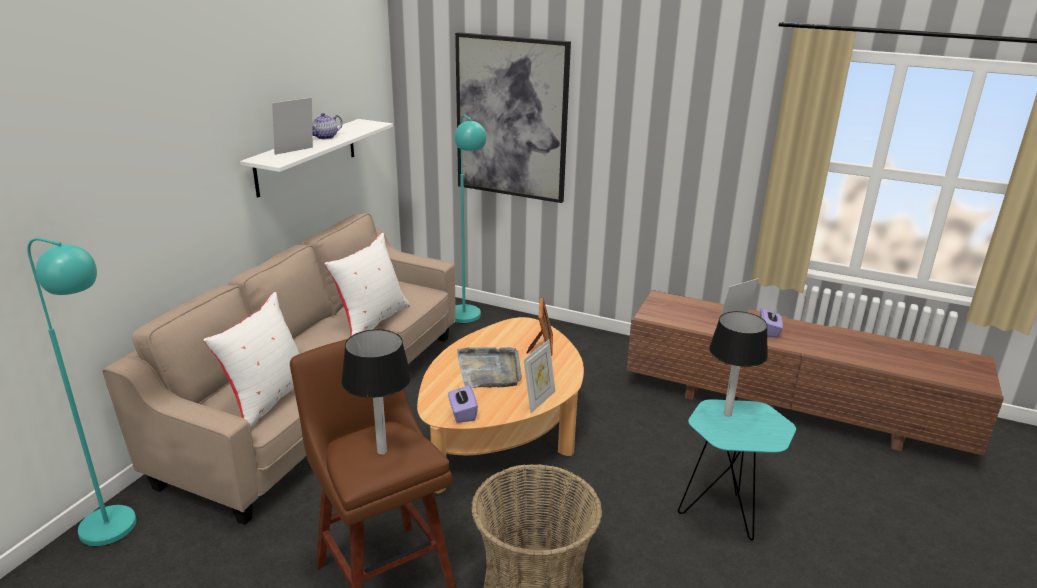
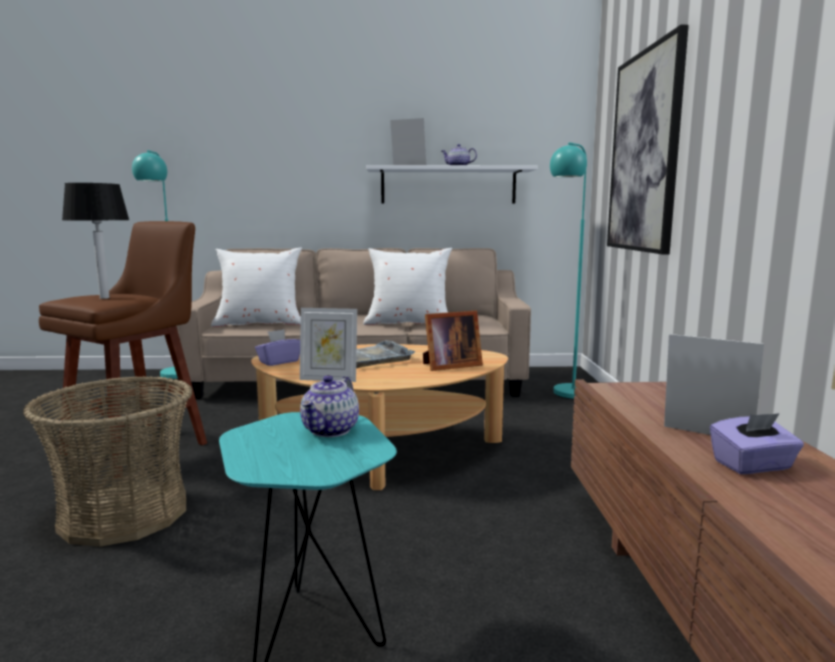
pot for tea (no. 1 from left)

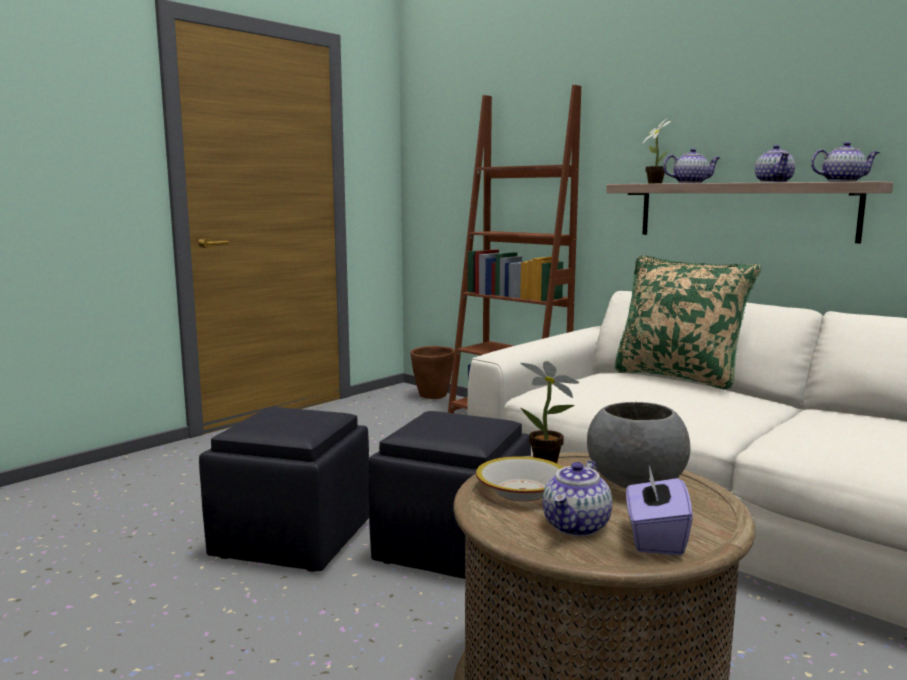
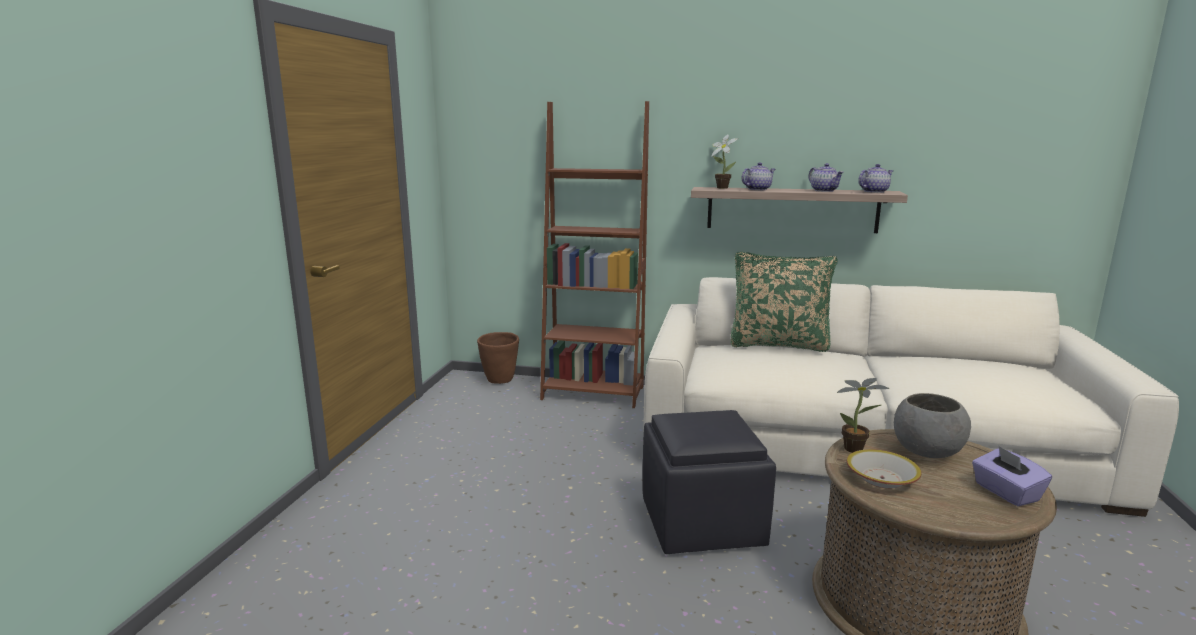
footrest/black-coloured (no. 1 from left in the first image); pot for tea (no. 1 from left in the first image)

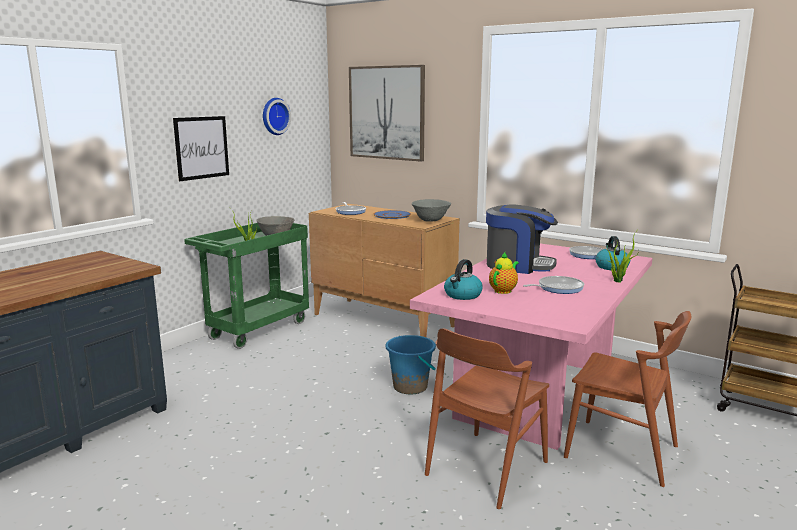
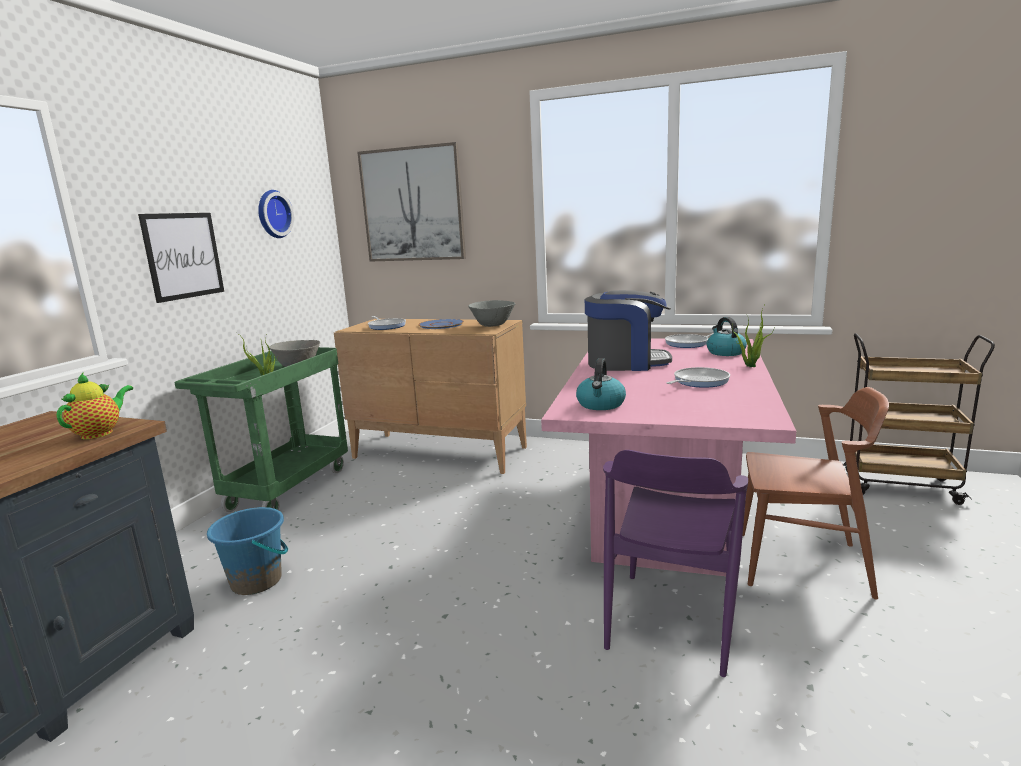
water bucket/blue-coloured; upright chair/purplish; pot for tea

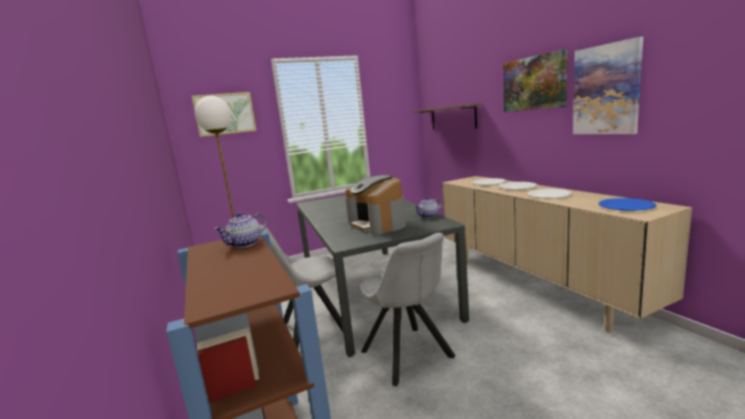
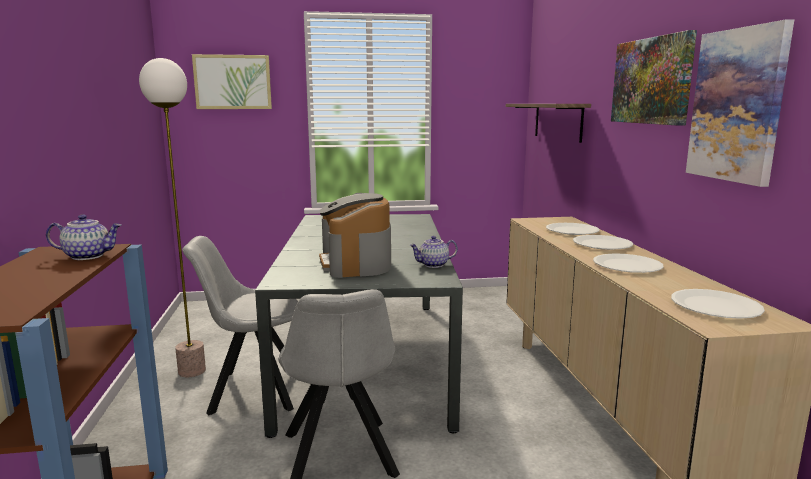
pot for tea (no. 1 from left); dinner plate/white (no. 4 from left)

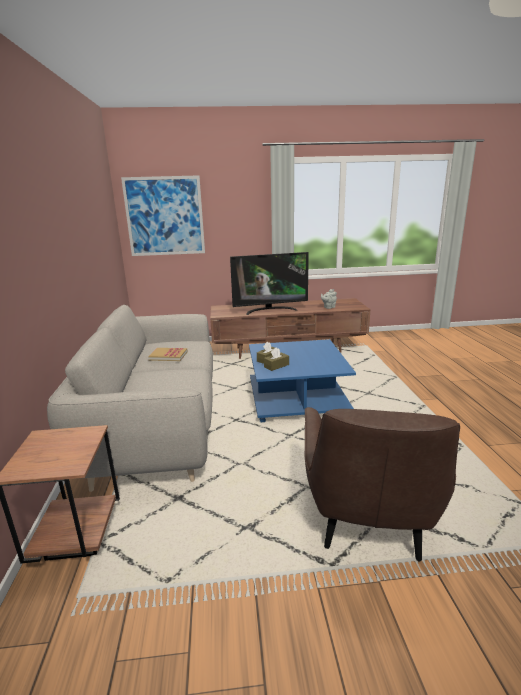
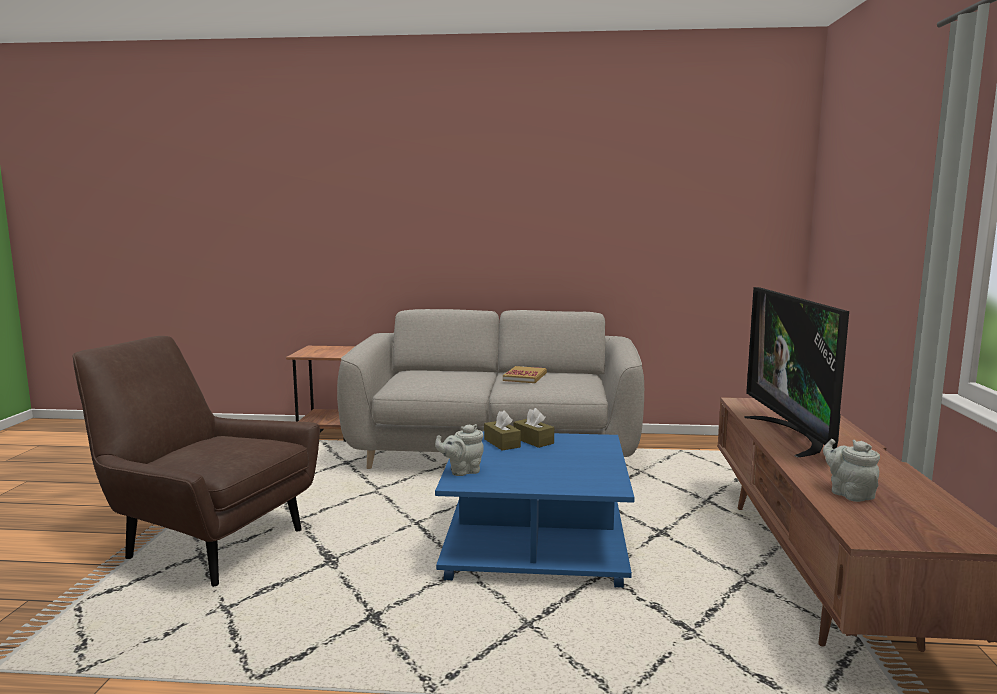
wall picture; pot for tea/gray (no. 1 from left)

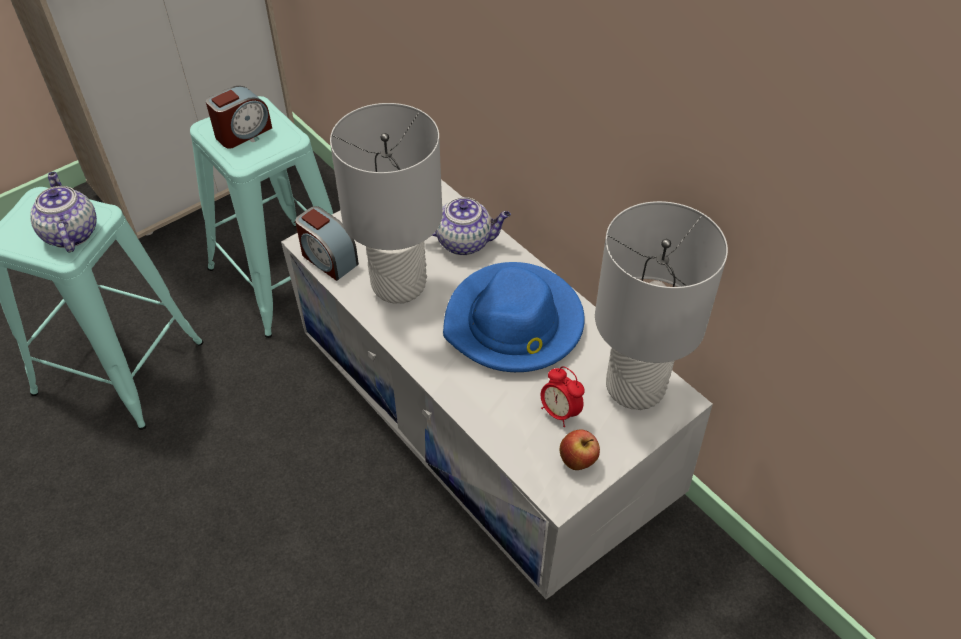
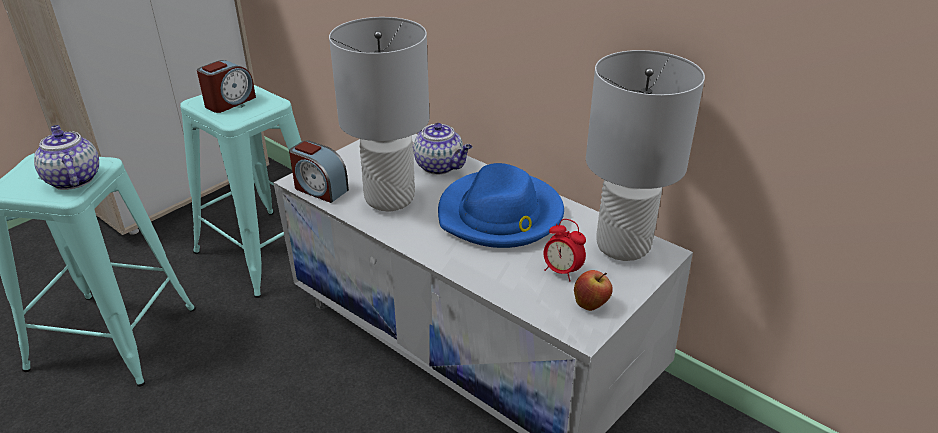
pot for tea (no. 2 from left)

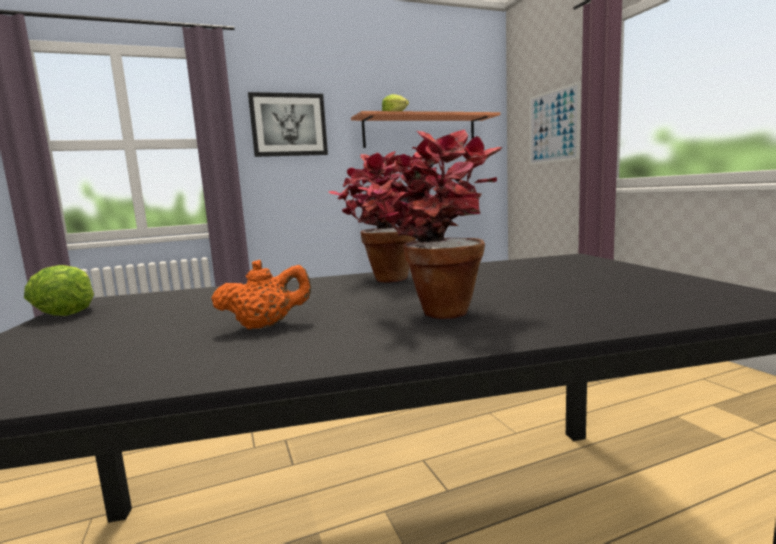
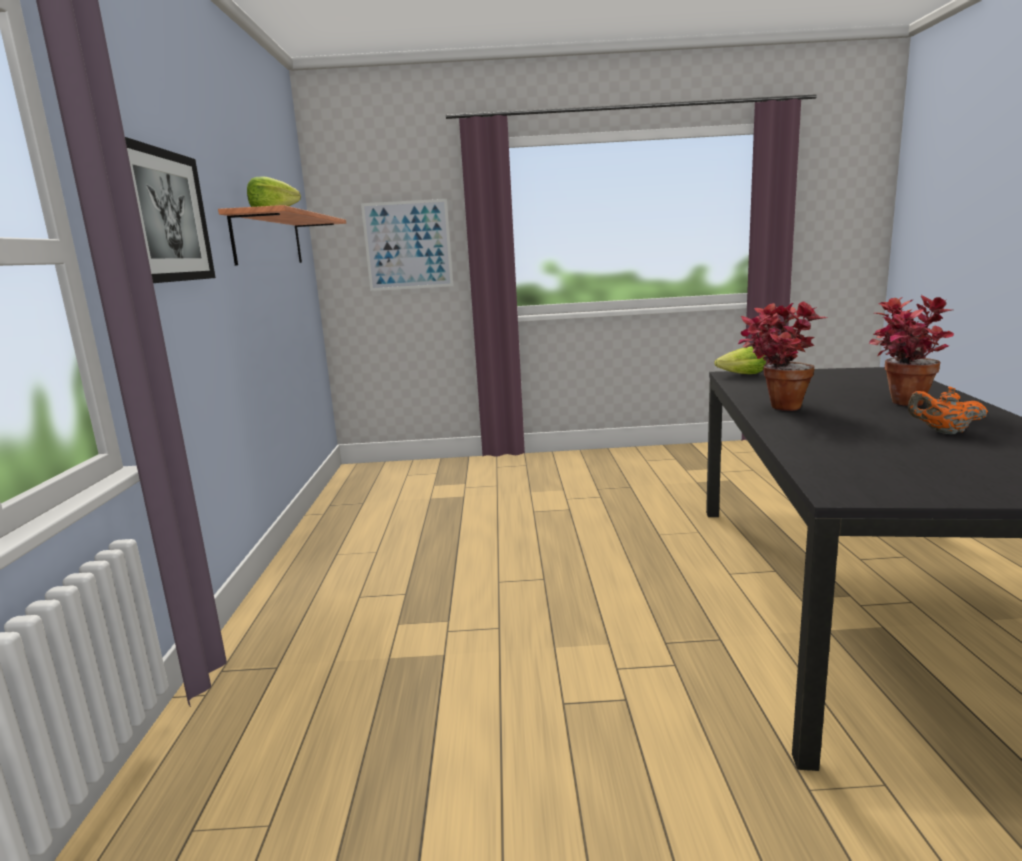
lettuce (no. 2 from left); pot for tea/orange-coloured

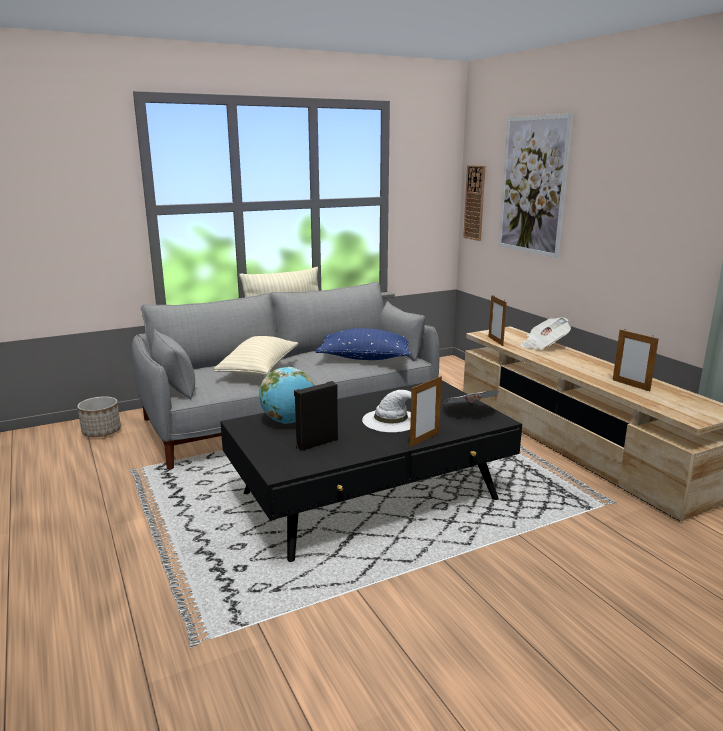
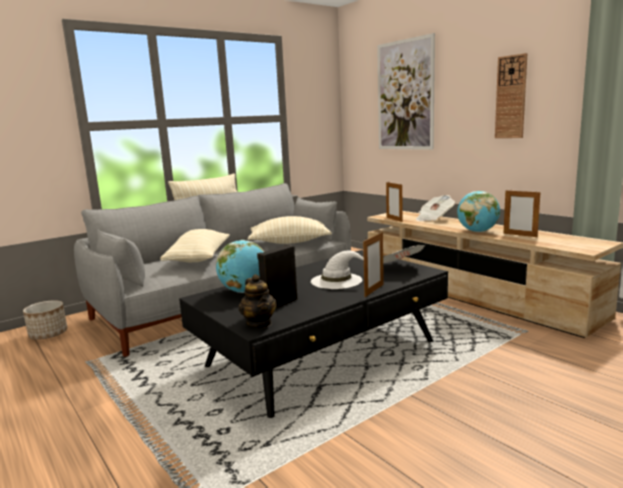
throw pillow/sand-coloured (no. 3 from left); hanging clock; pot for tea; globe (no. 2 from left)

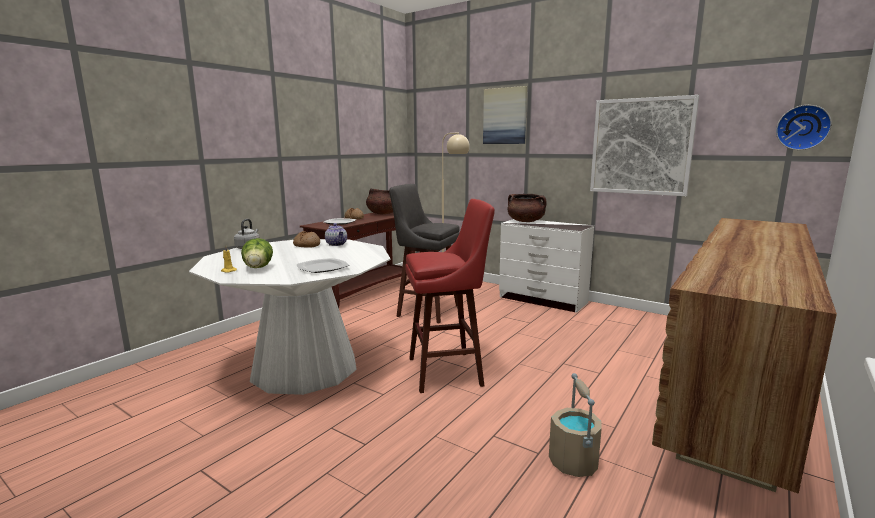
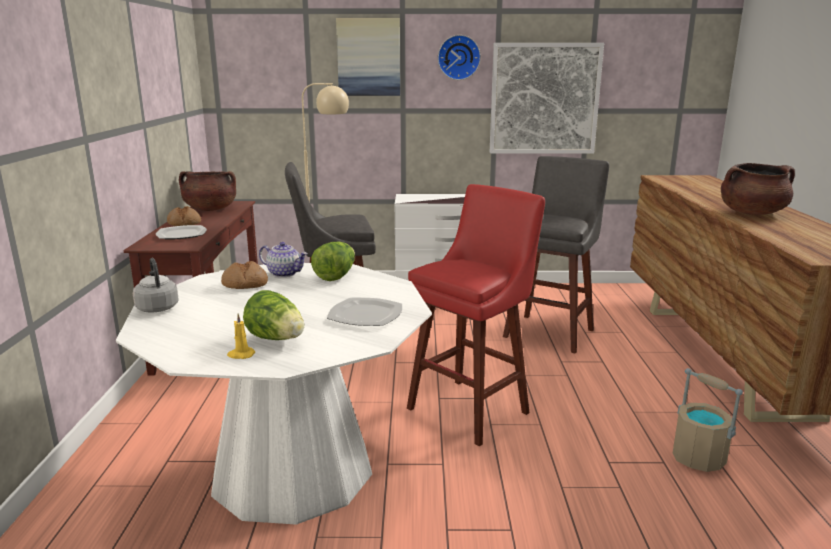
saucepot/brown (no. 2 from left); hanging clock; lettuce (no. 2 from left); sitting stool/gray (no. 2 from left)

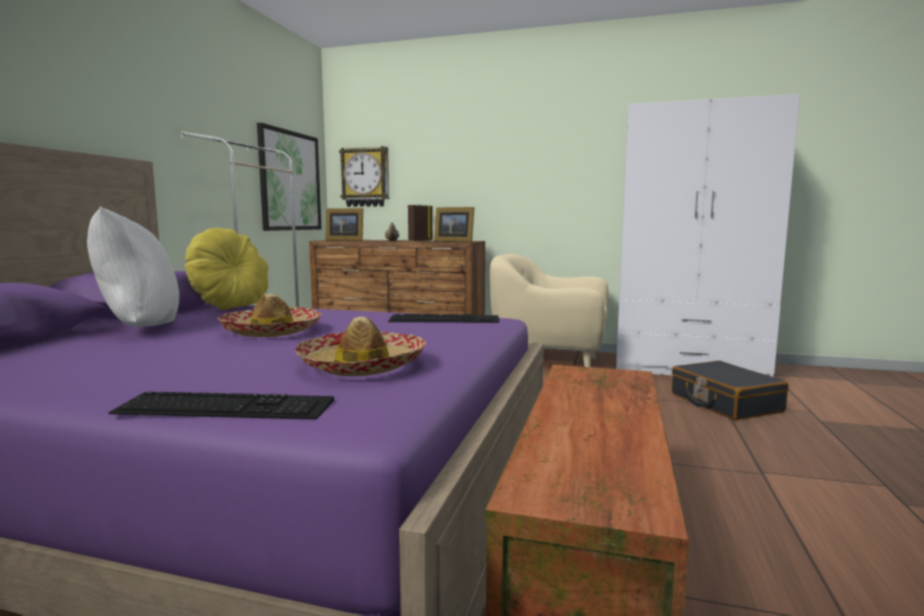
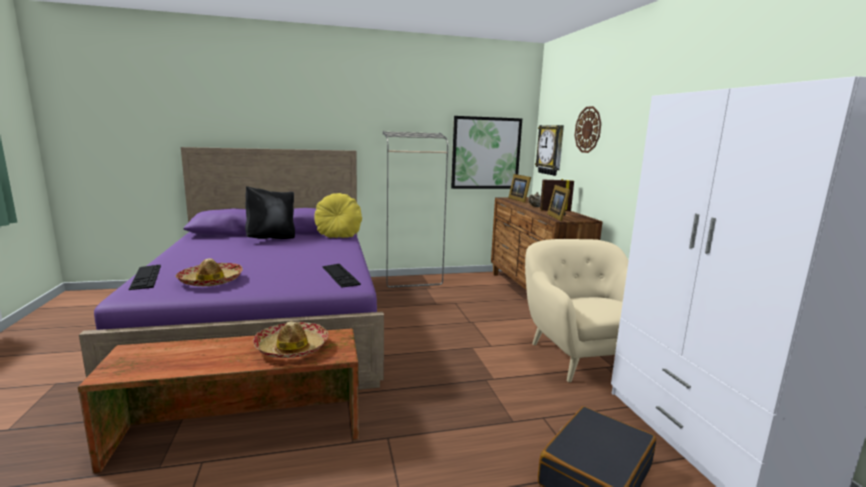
throw pillow/black-coloured; wearable hat (no. 2 from left); hanging clock (no. 2 from left)

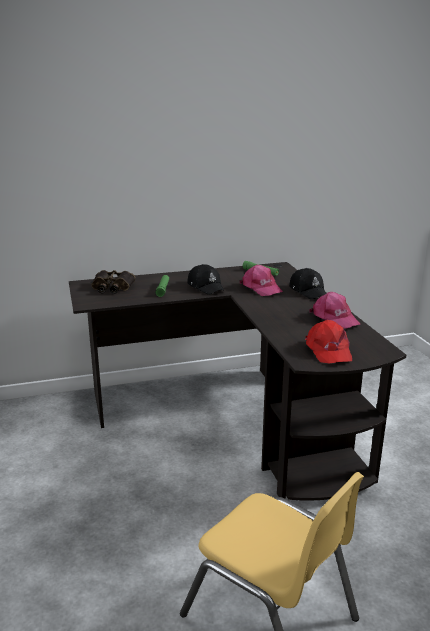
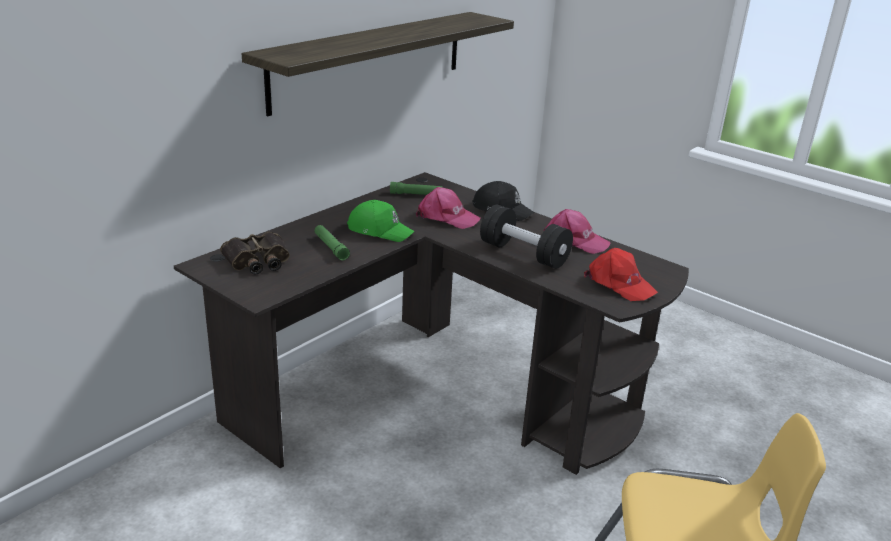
baseball cap/green-coloured; wall shelf; free weight/black-coloured

